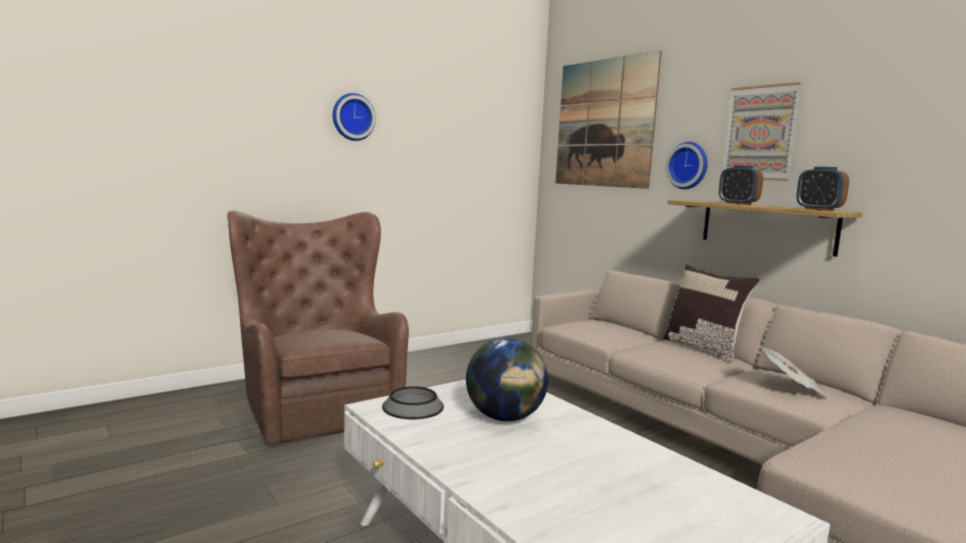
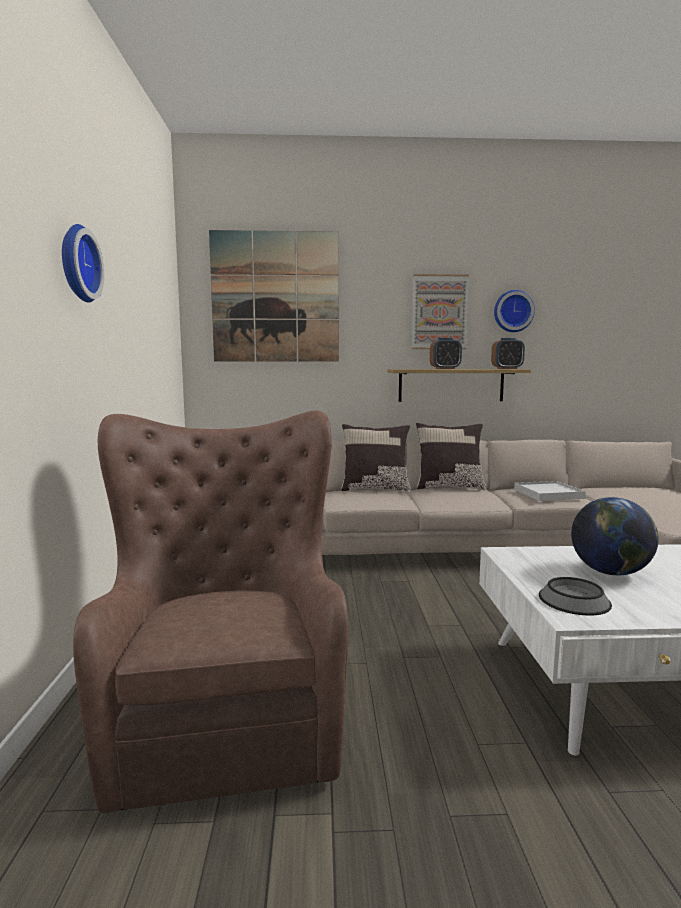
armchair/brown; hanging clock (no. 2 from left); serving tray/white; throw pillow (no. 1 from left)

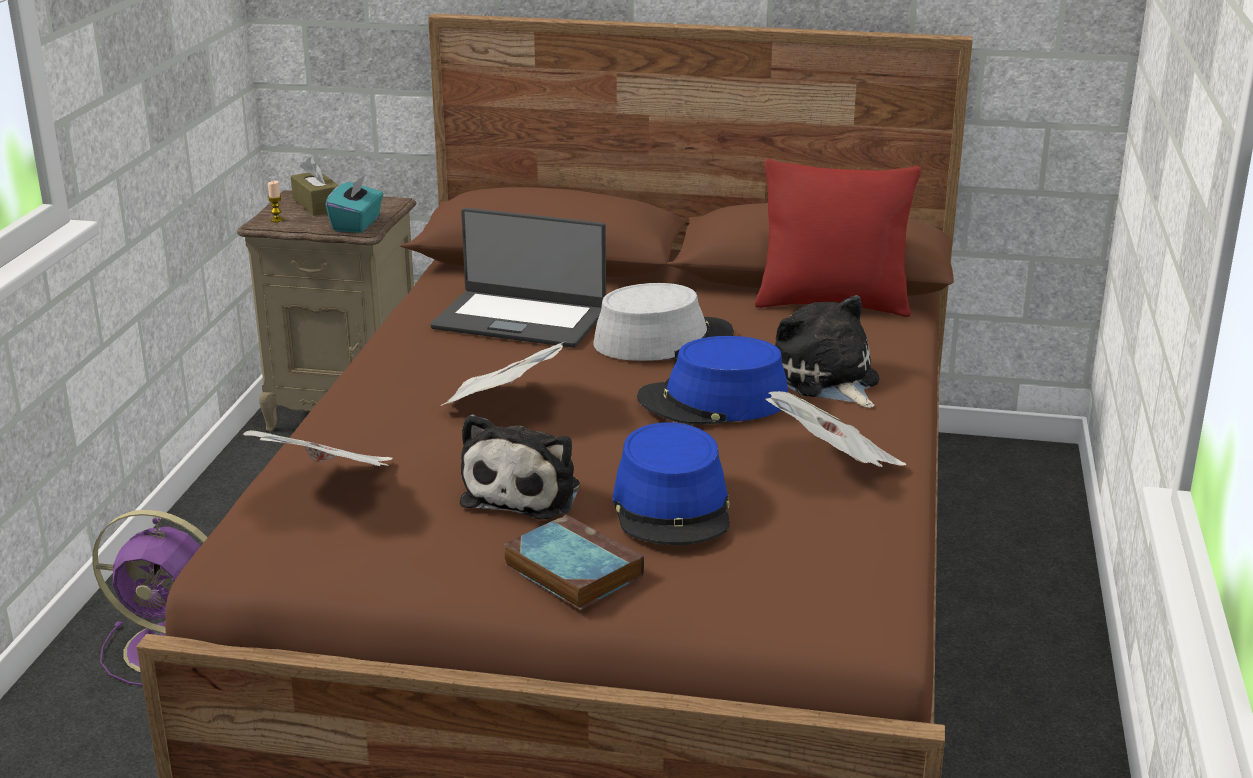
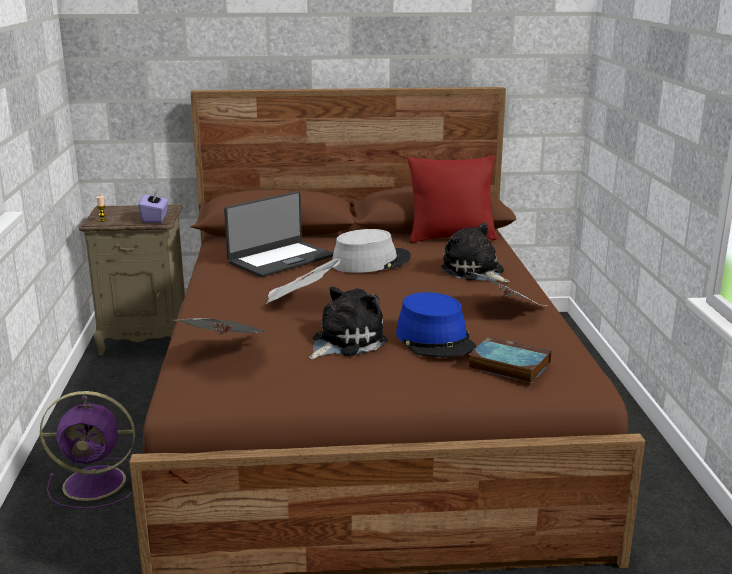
tissue box/brown; tissue box/purplish; portable computer; cuddly toy (no. 1 from left); volume; wearable hat/blue-coloured (no. 2 from left in the first image)

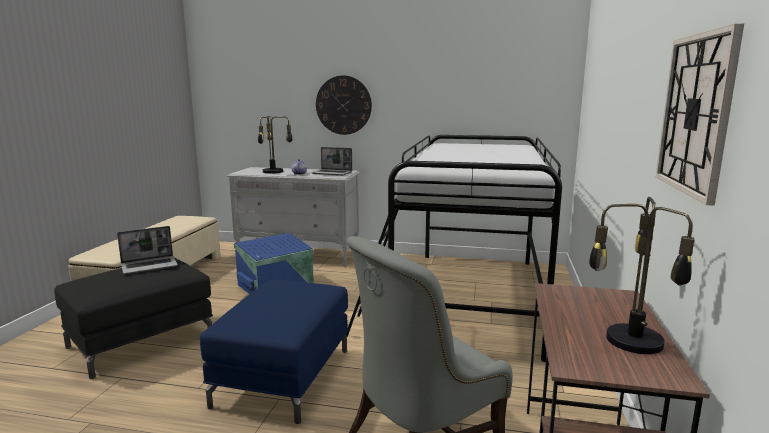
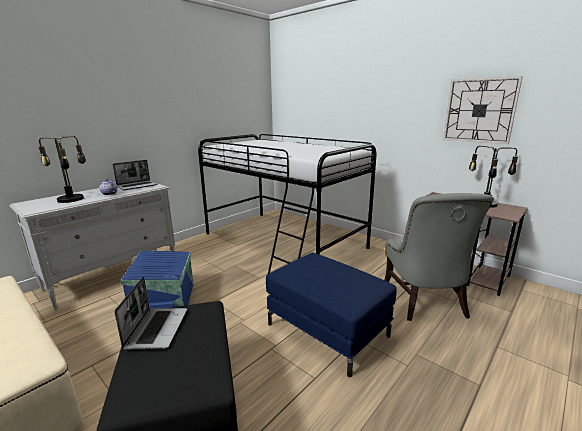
hanging clock (no. 1 from left in the first image)

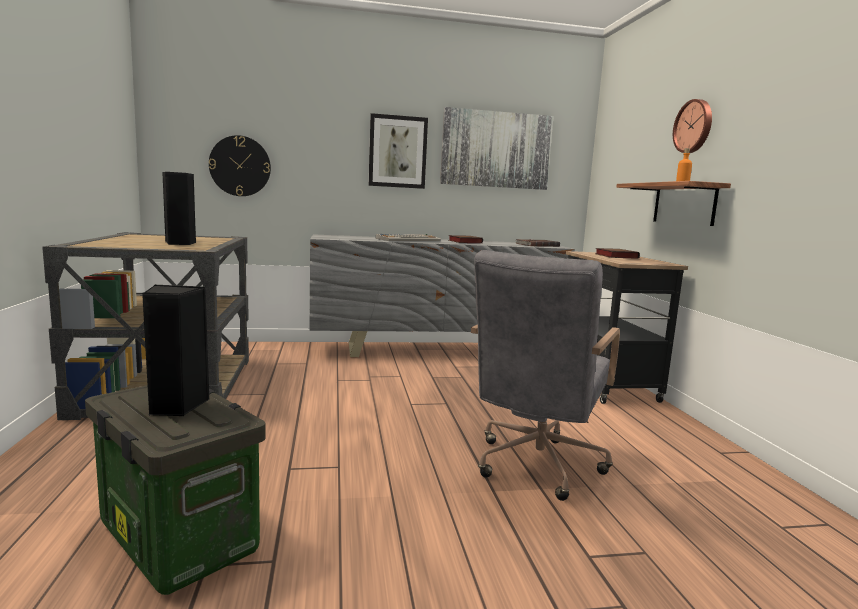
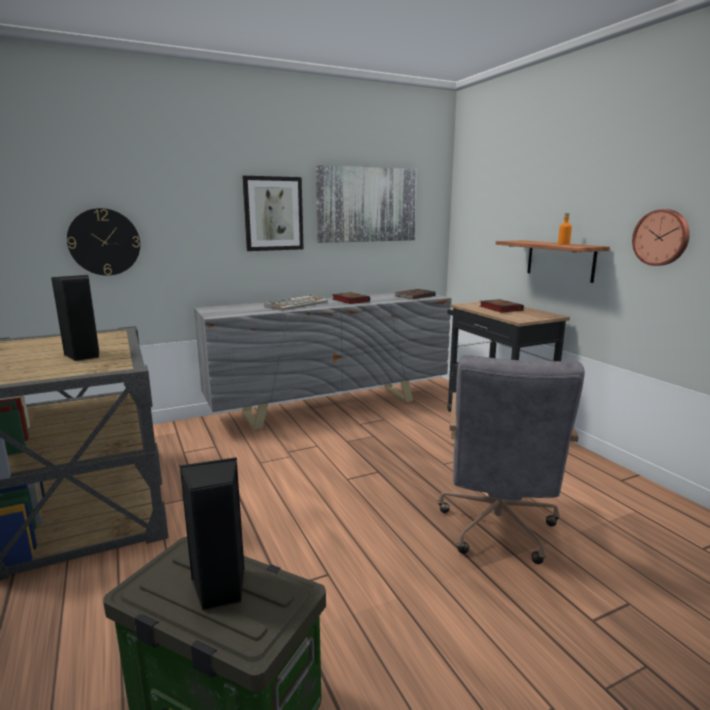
hanging clock (no. 2 from left)

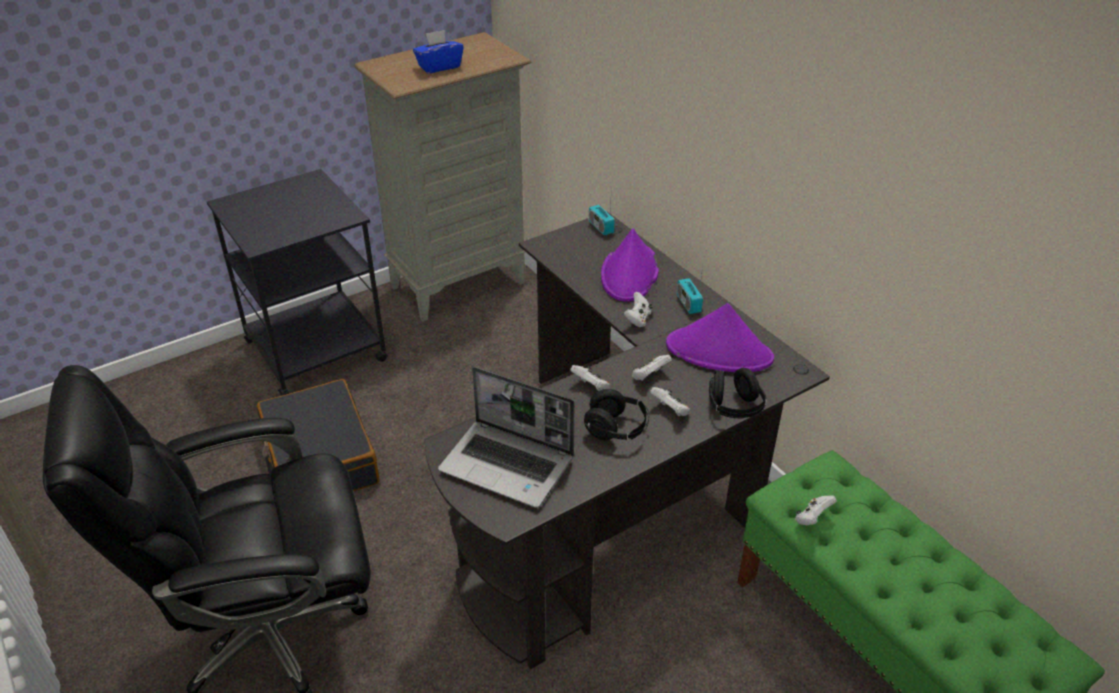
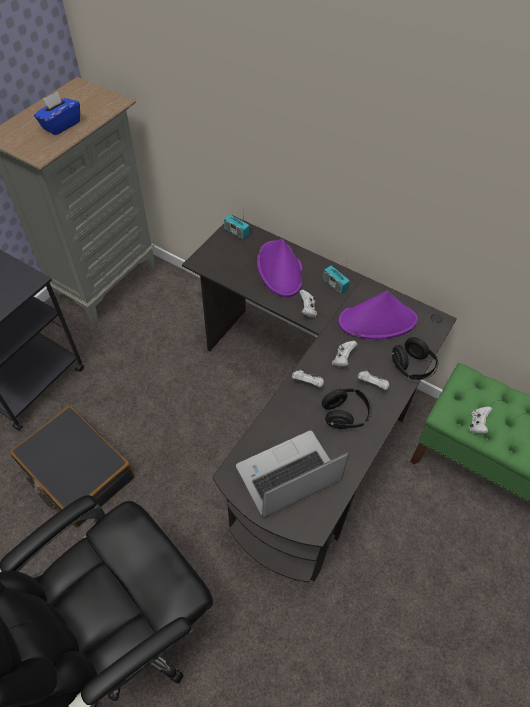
portable computer

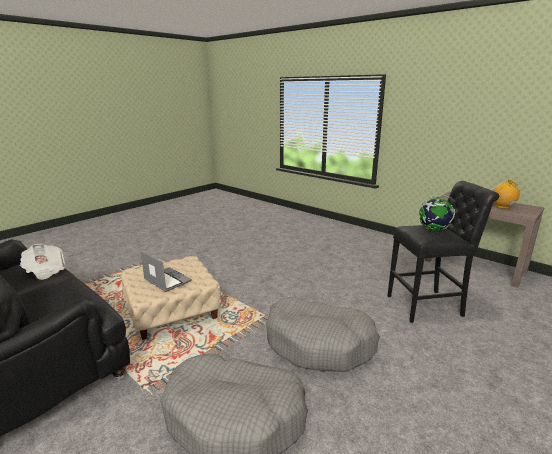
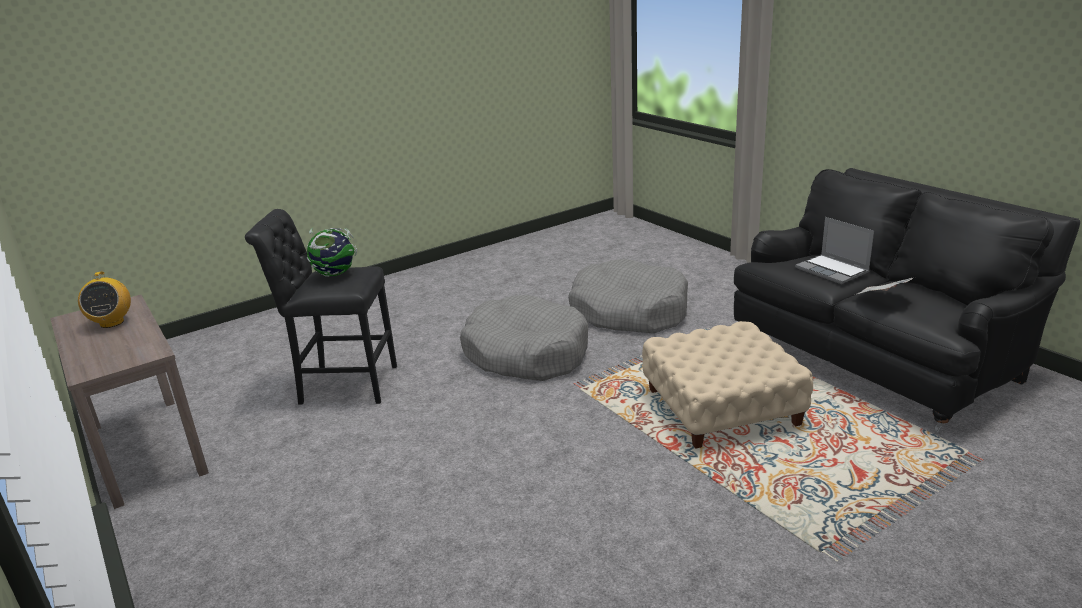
portable computer

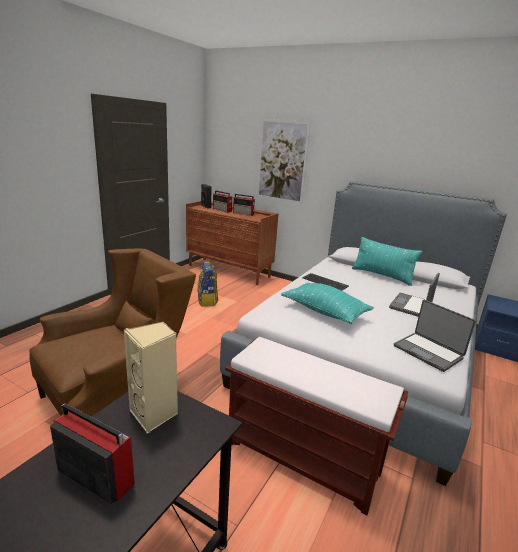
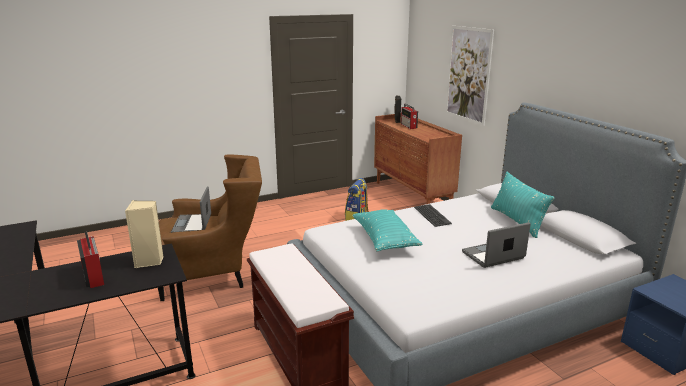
radio receiver (no. 3 from left in the first image); portable computer (no. 1 from left)

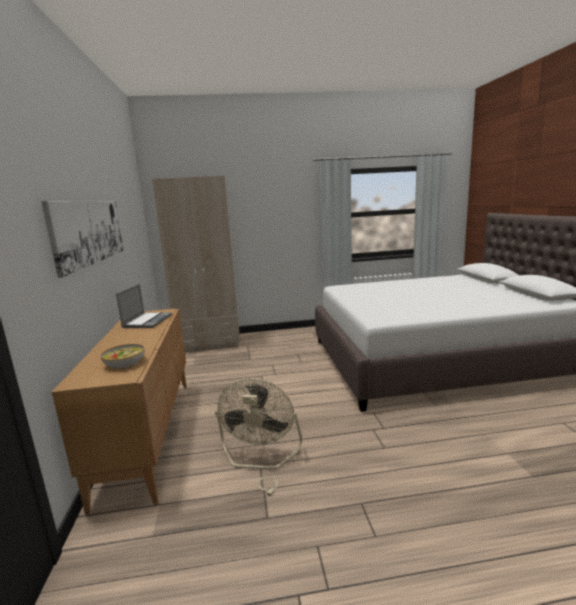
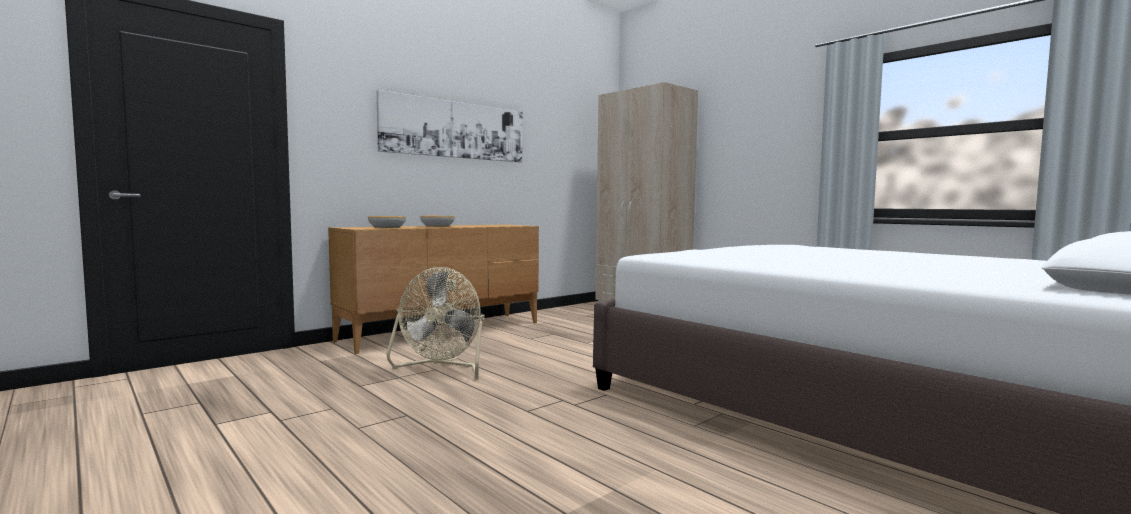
portable computer; cooling fan/sand-coloured; serving bowl (no. 2 from left)

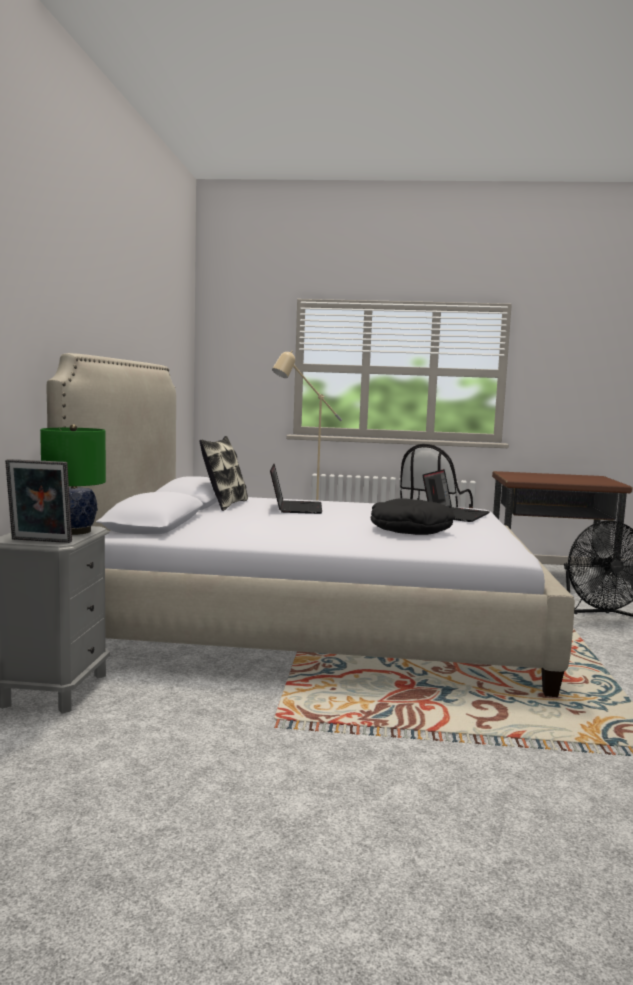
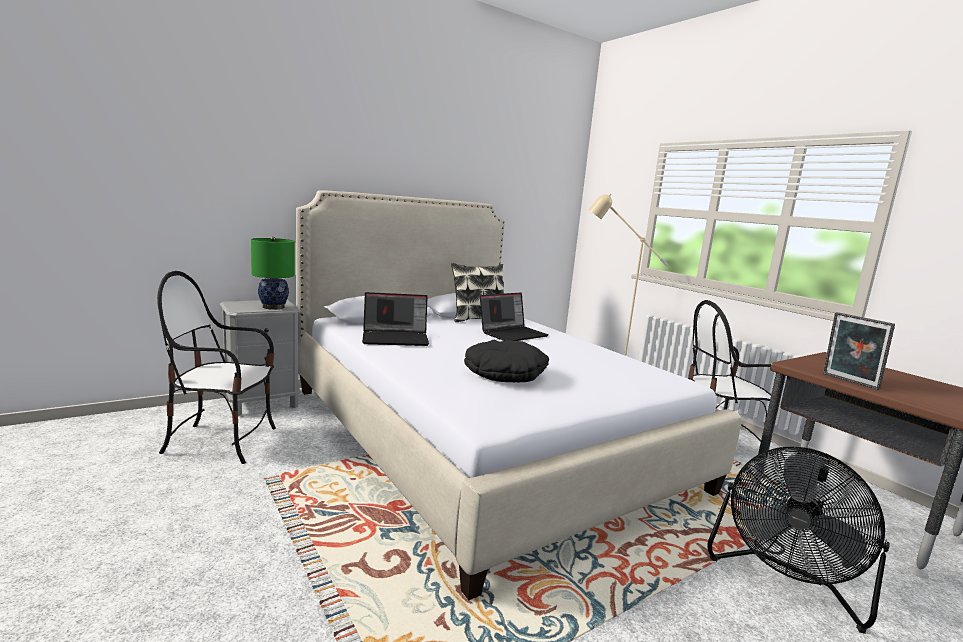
standing frame; portable computer (no. 1 from left); upright chair (no. 1 from left)

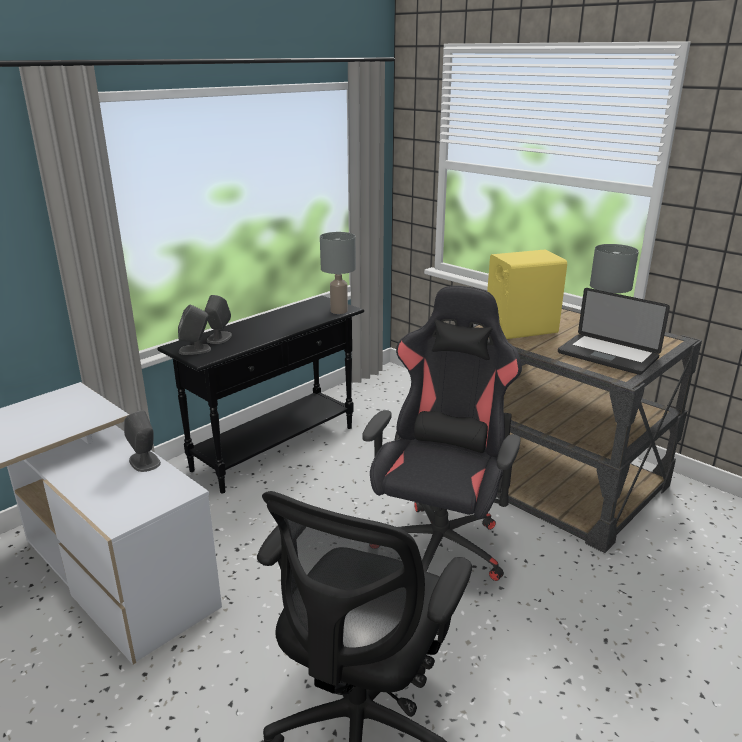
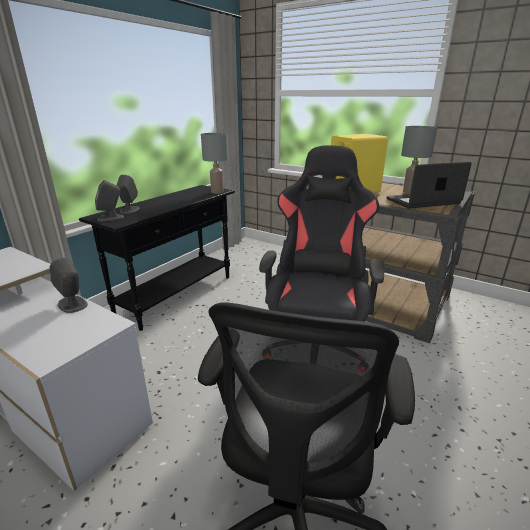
portable computer

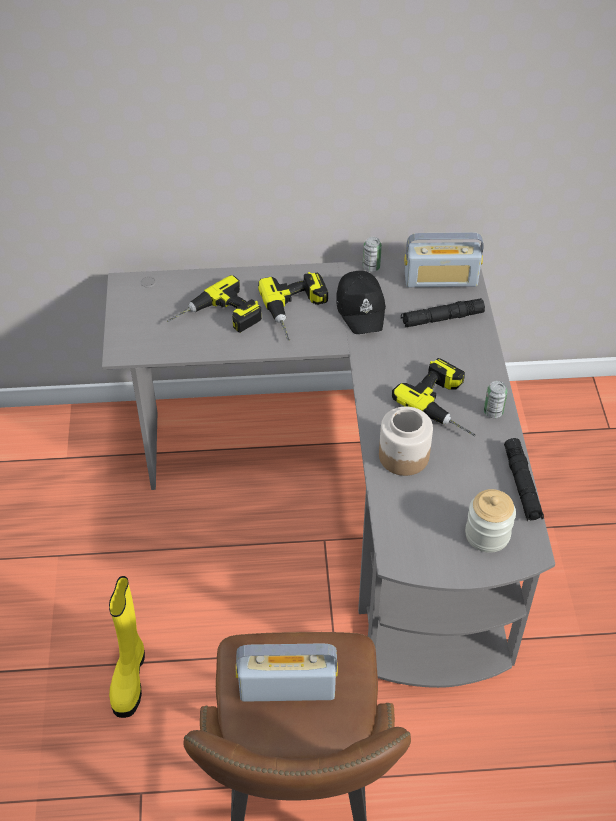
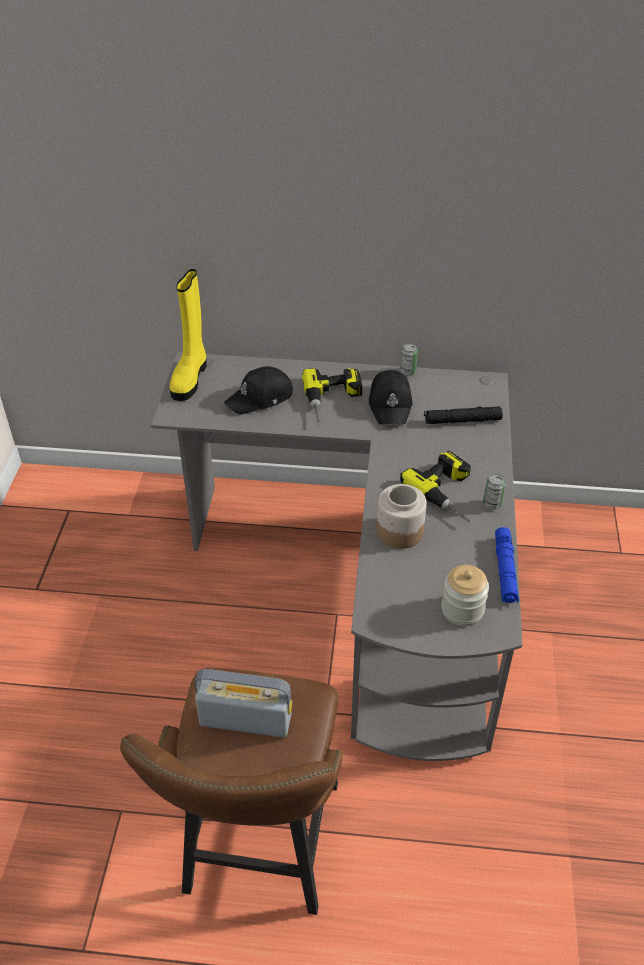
tall boot/yellow-coloured; baseball cap/black-coloured (no. 1 from left); radio receiver (no. 2 from left in the first image); hand torch/blue-coloured

